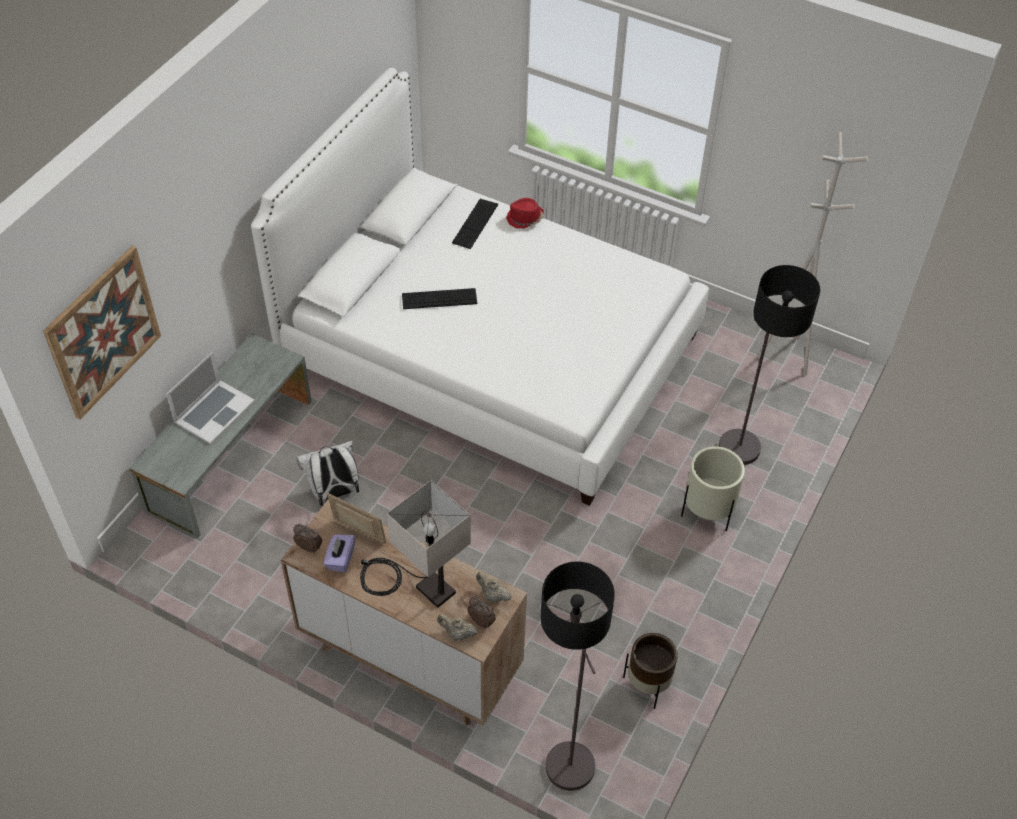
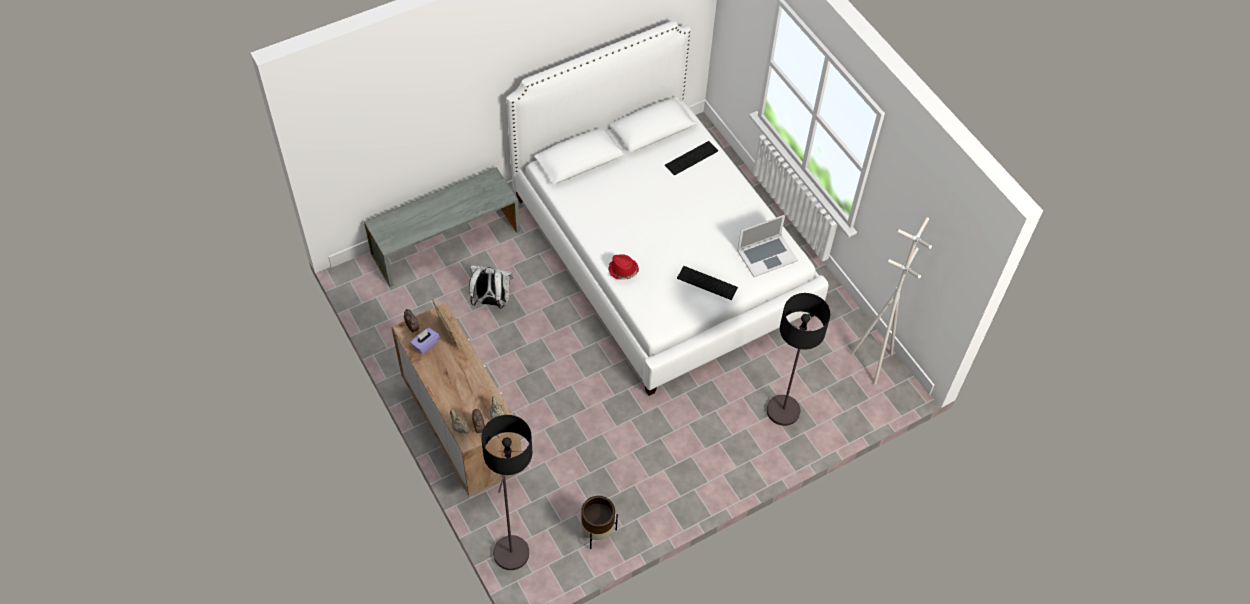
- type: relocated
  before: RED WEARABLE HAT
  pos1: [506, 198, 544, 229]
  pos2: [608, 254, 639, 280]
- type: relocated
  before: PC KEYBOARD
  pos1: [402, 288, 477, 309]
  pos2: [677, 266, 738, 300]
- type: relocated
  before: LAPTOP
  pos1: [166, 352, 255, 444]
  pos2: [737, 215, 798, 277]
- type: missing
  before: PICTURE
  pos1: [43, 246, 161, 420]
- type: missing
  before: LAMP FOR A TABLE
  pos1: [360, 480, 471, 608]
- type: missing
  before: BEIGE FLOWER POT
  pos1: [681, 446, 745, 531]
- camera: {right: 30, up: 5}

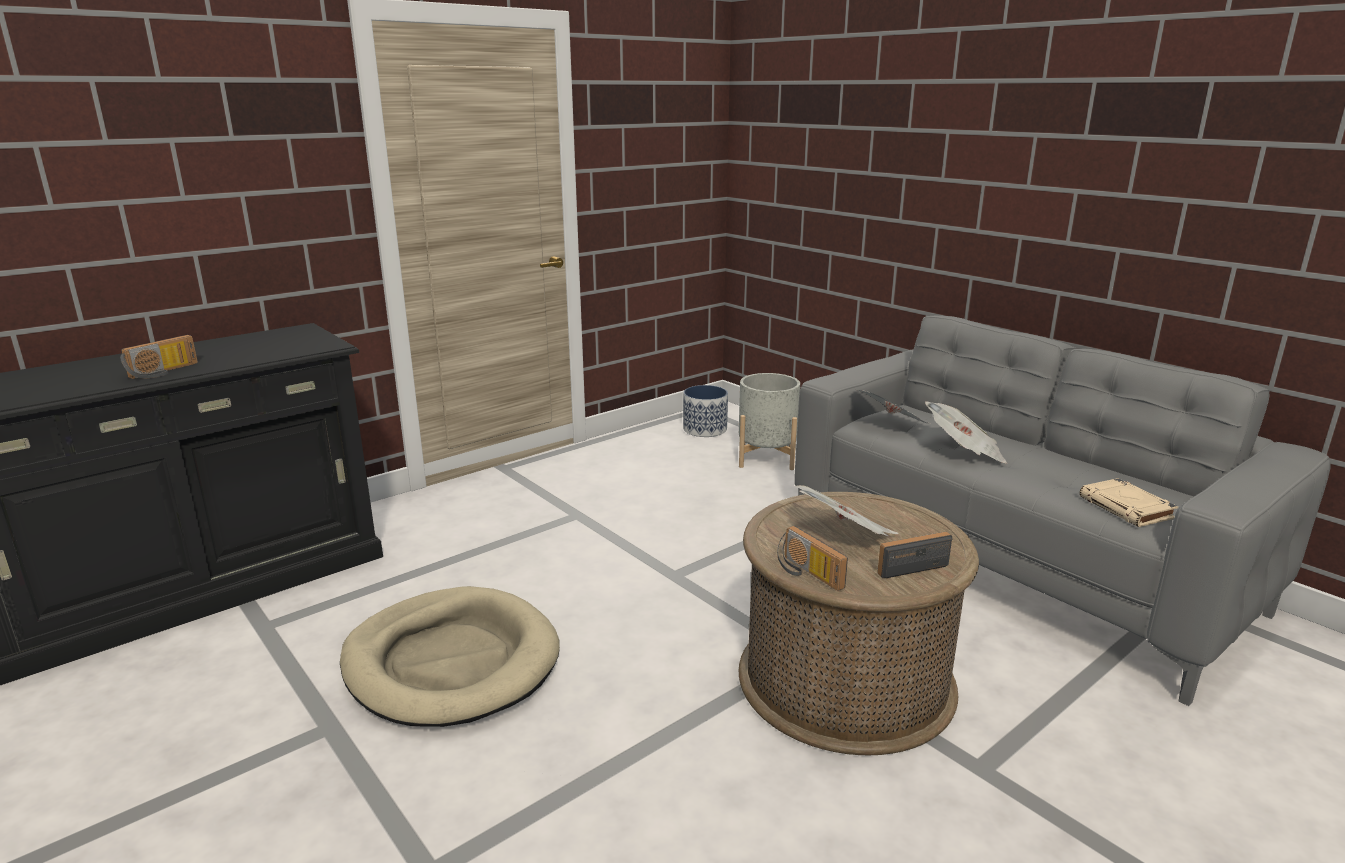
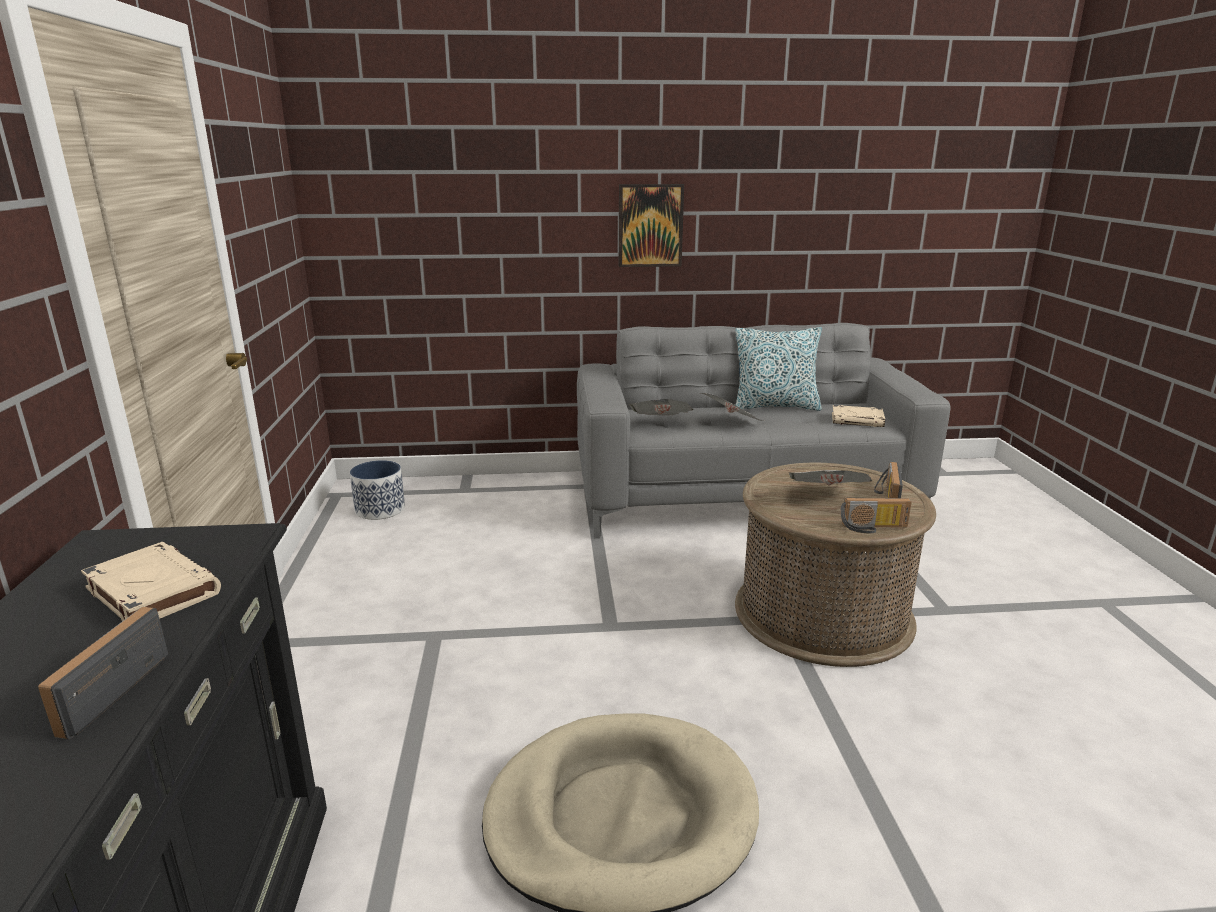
- type: spun
  before: RADIO RECEIVER
  pos1: [120, 335, 198, 379]
  pos2: [38, 607, 168, 739]
  turn: -150
- type: appeared
  after: BEIGE BOOK
  pos2: [81, 542, 221, 621]
- type: appeared
  after: PICTURE
  pos2: [619, 184, 684, 267]
- type: appeared
  after: PILLOW
  pos2: [735, 327, 822, 411]
- type: missing
  before: GREY FLOWER POT
  pos1: [739, 373, 800, 470]
- camera: {right: -55, up: 0}

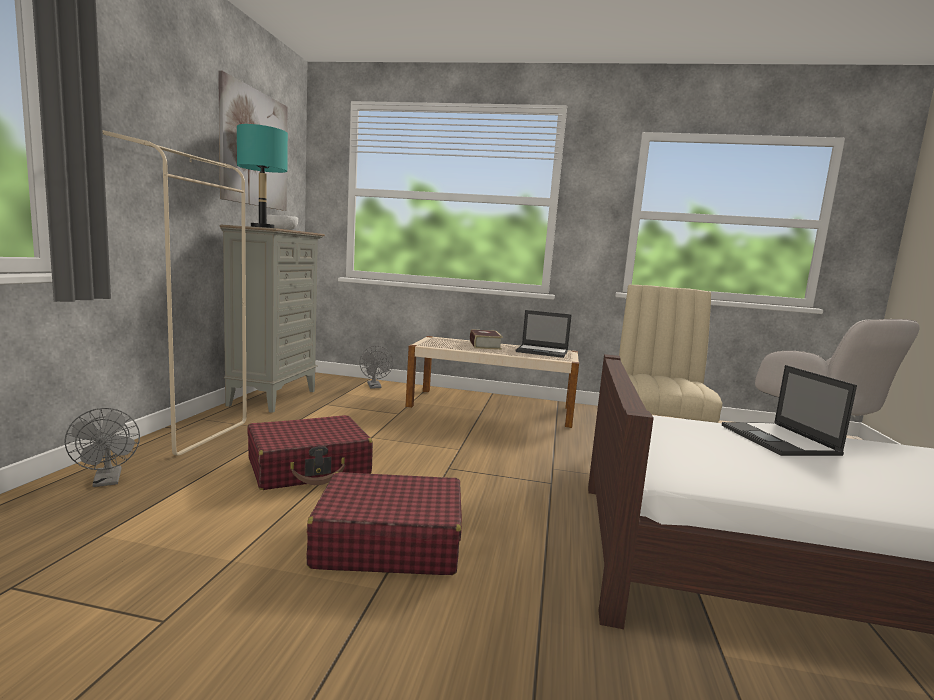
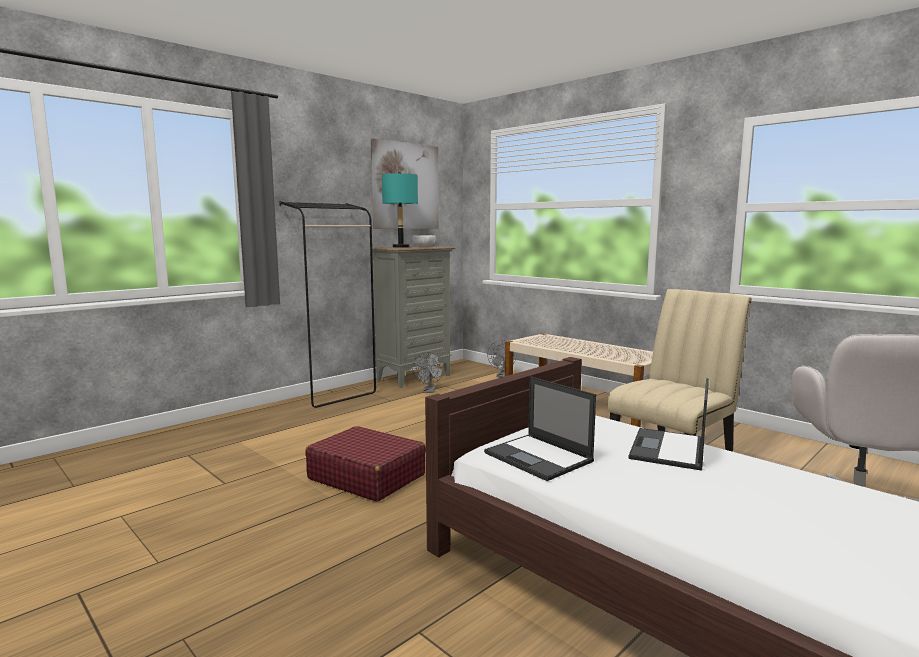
- type: colour
  before: BEIGE GARMENT STAND
  after: BLACKISH GARMENT STAND
  pos1: [102, 130, 247, 456]
  pos2: [279, 201, 376, 408]
- type: relocated
  before: GREY FAN
  pos1: [64, 408, 140, 487]
  pos2: [412, 352, 444, 393]
- type: relocated
  before: LAPTOP
  pos1: [516, 310, 572, 358]
  pos2: [484, 376, 596, 481]
- type: missing
  before: RED PIECE OF LUGGAGE
  pos1: [247, 415, 373, 490]
- type: missing
  before: BOOK
  pos1: [470, 329, 503, 350]
- camera: {right: 35, up: 0}

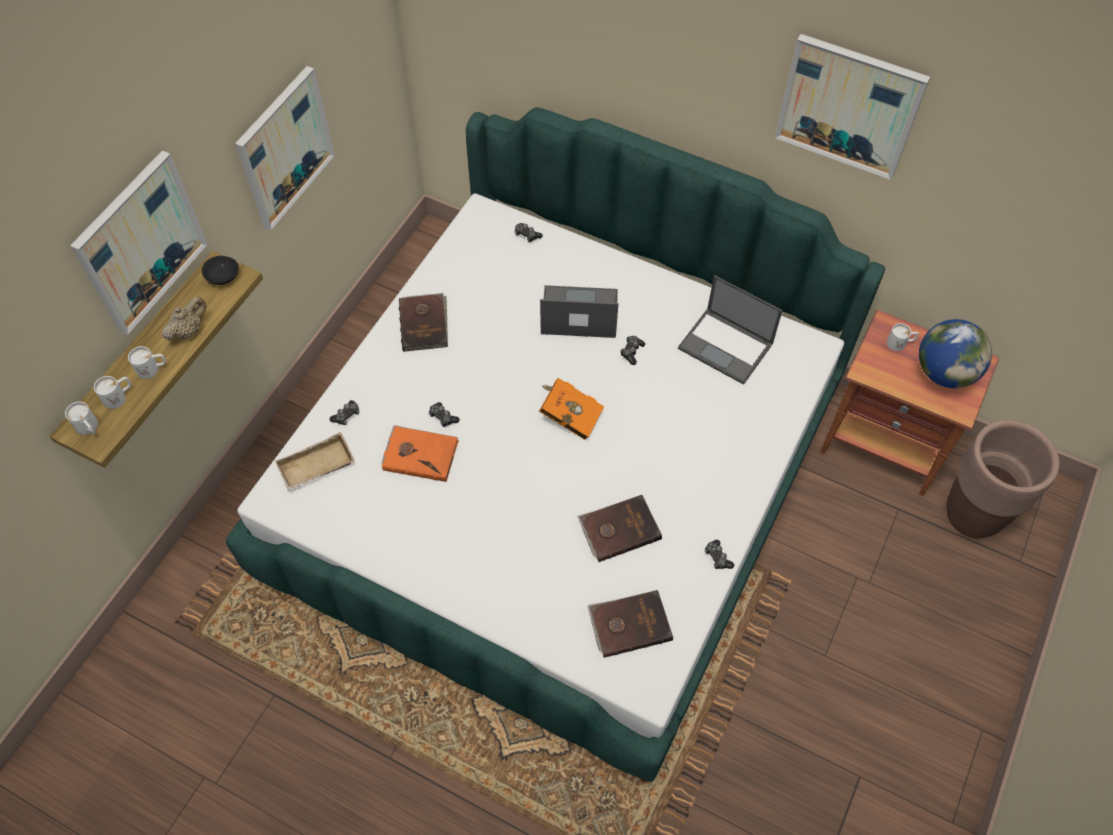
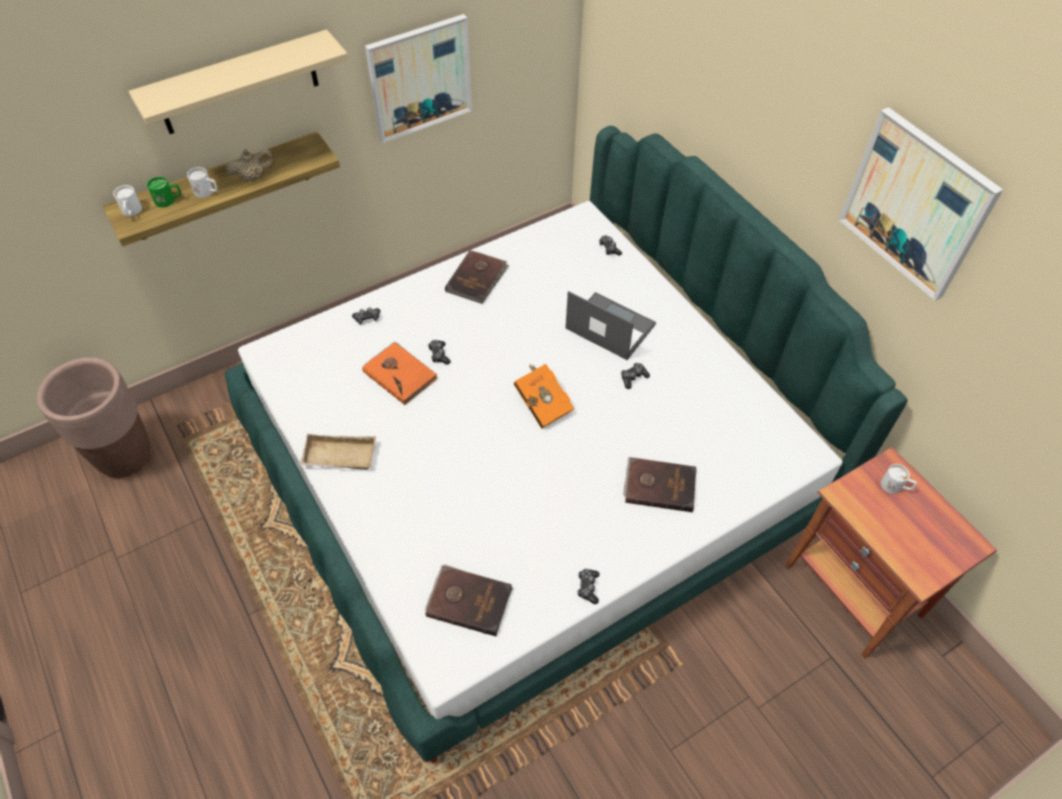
- type: relocated
  before: BROWN-COLOURED FLOWER POT
  pos1: [946, 420, 1060, 539]
  pos2: [37, 357, 151, 478]
- type: exchanged
  before: PICTURE
  after: BEIGE WALL SHELF
  pos1: [70, 150, 208, 335]
  pos2: [128, 29, 348, 134]
- type: colour
  before: WHITE TEA MUG
  after: GREEN-COLOURED TEA MUG
  pos1: [94, 376, 131, 409]
  pos2: [147, 177, 181, 208]
- type: relocated
  before: BEIGE SERVING TRAY
  pos1: [275, 432, 355, 491]
  pos2: [300, 434, 376, 469]
- type: relocated
  before: BROWN-COLOURED BOOK
  pos1: [578, 495, 662, 562]
  pos2: [623, 457, 696, 512]
- type: missing
  before: BLACKISH DEEP DISH
  pos1: [202, 256, 239, 285]
- type: missing
  before: LAPTOP
  pos1: [678, 275, 783, 385]
- type: missing
  before: DESK GLOBE
  pos1: [919, 319, 992, 388]
- camera: {right: 30, up: -5}

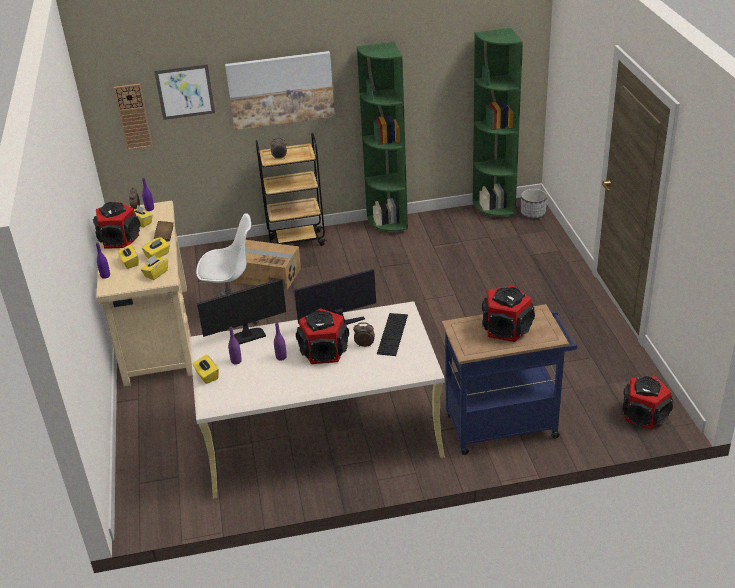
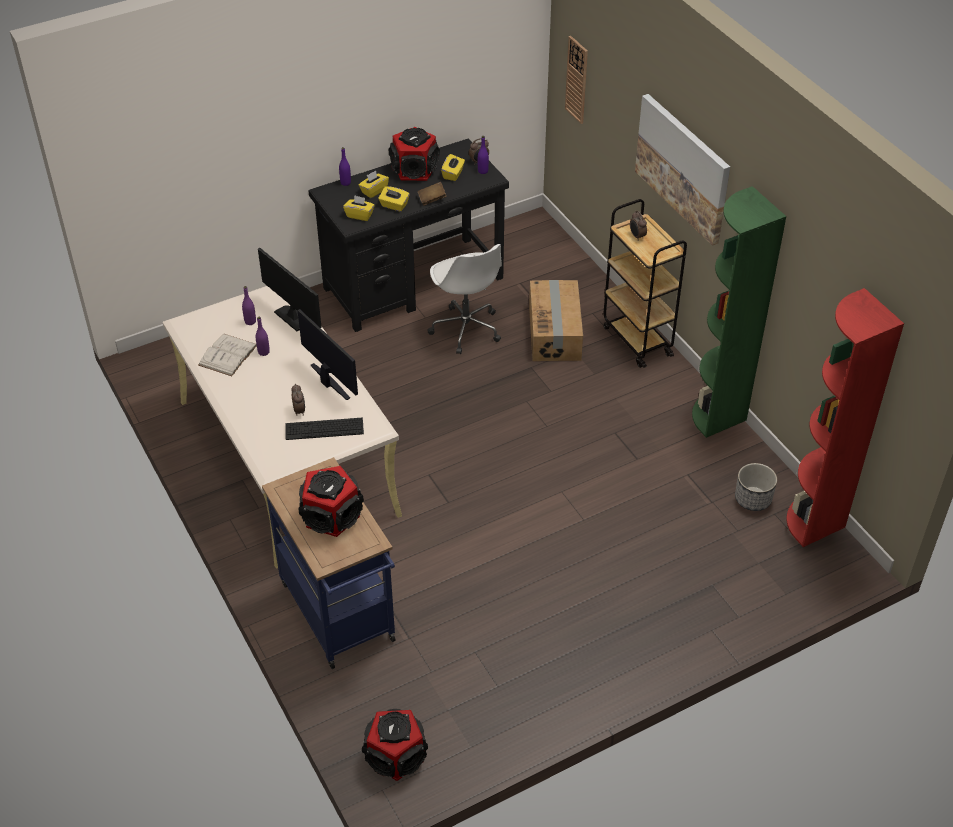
- type: appeared
  after: WHITE BOOK
  pos2: [198, 334, 257, 376]
- type: colour
  before: BEIGE DESK UNIT
  after: BLACKISH DESK UNIT
  pos1: [96, 201, 193, 387]
  pos2: [308, 138, 509, 332]
- type: relocated
  before: FLOWER POT
  pos1: [521, 189, 547, 219]
  pos2: [735, 463, 777, 511]
- type: colour
  before: GREEN-COLOURED SHELVING UNIT
  after: RED SHELVING UNIT
  pos1: [473, 28, 523, 217]
  pos2: [787, 288, 904, 547]
- type: missing
  before: PICTURE
  pos1: [154, 64, 215, 120]
- type: missing
  before: YELLOW TISSUE BOX
  pos1: [192, 355, 219, 384]
- type: missing
  before: AUDIO SPEAKER
  pos1: [296, 308, 349, 364]
- camera: {right: 70, up: 10}

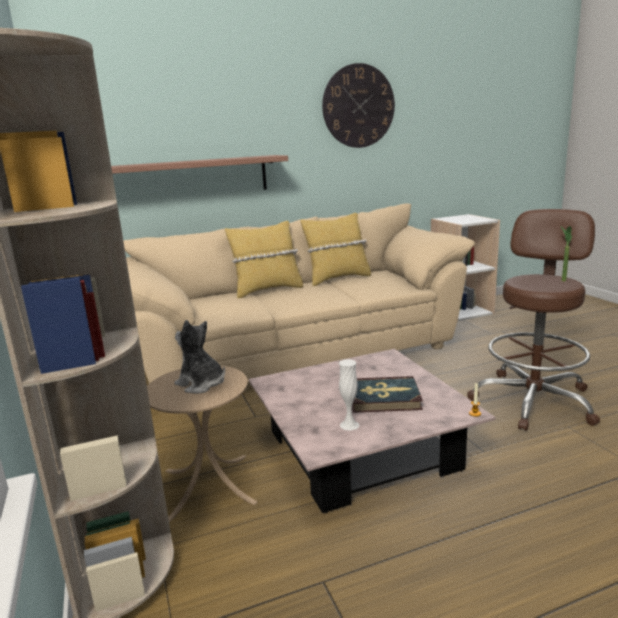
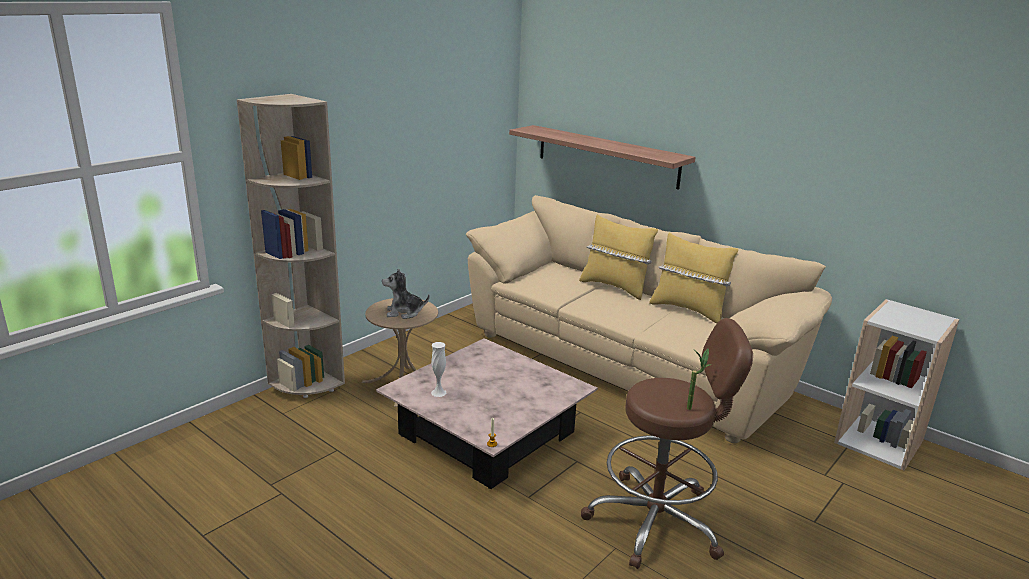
- type: spun
  before: PLUSH TOY
  pos1: [174, 320, 225, 394]
  pos2: [382, 268, 429, 319]
  turn: -105
- type: missing
  before: WALL CLOCK
  pos1: [322, 63, 395, 148]
- type: missing
  before: BOOK
  pos1: [352, 376, 423, 413]
- camera: {right: 60, up: 5}

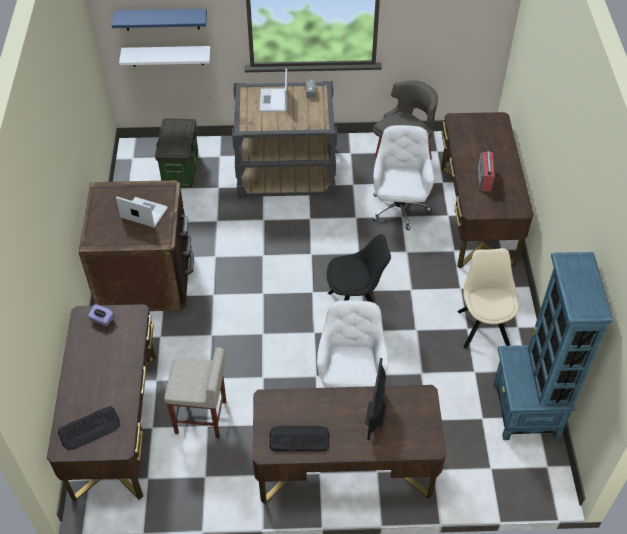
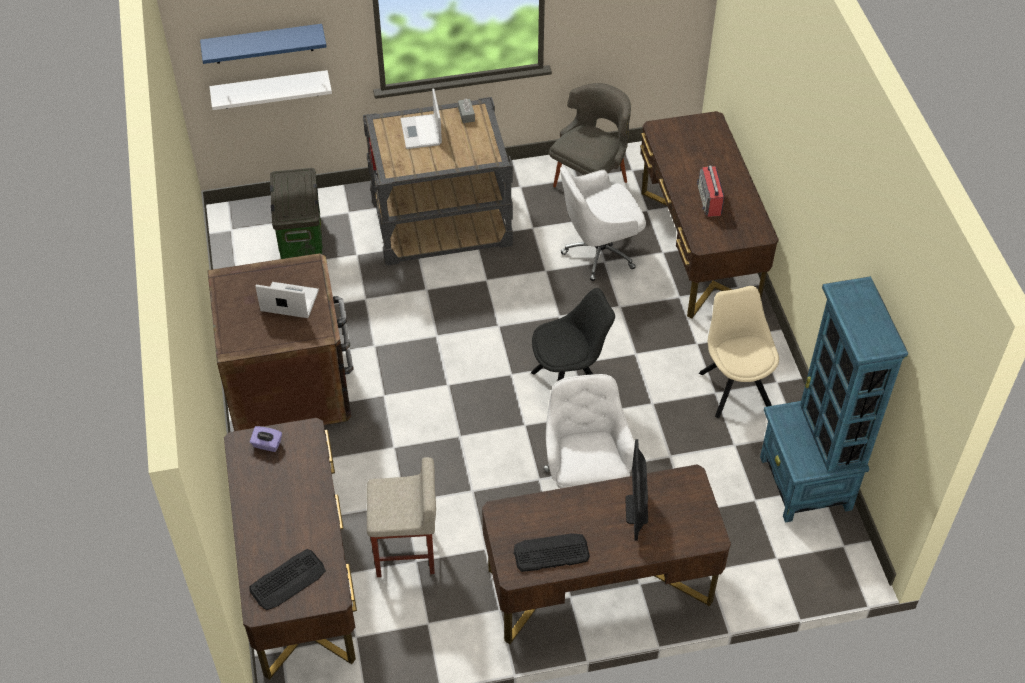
- type: spun
  before: WHITE DESK CHAIR
  pos1: [373, 125, 434, 230]
  pos2: [560, 166, 646, 281]
  turn: -105
- camera: {right: -10, up: 0}

